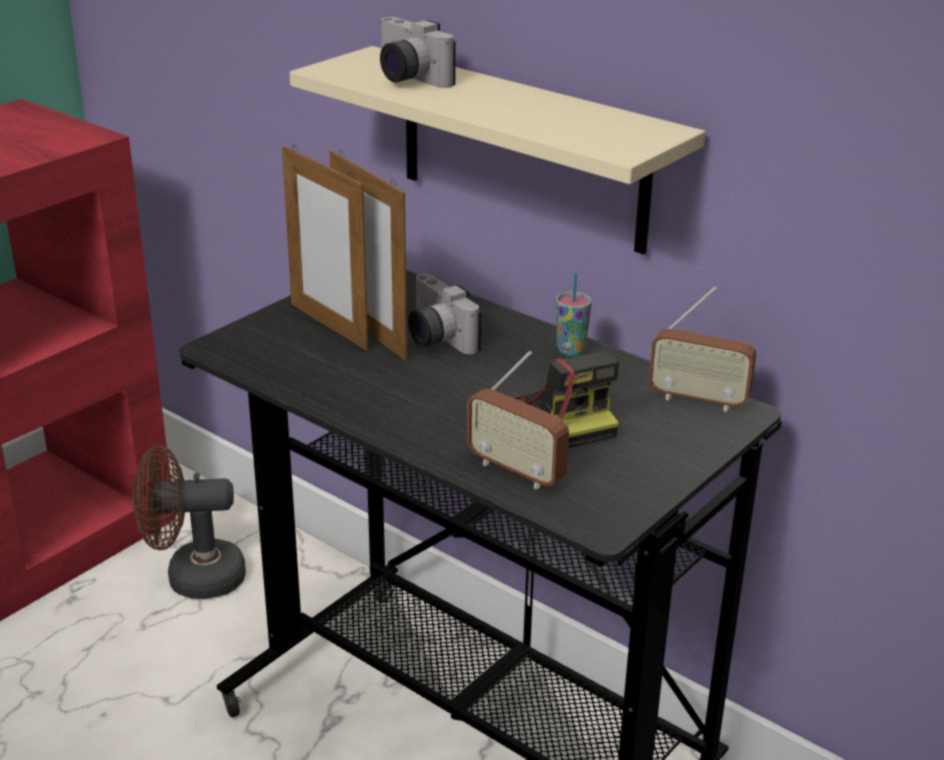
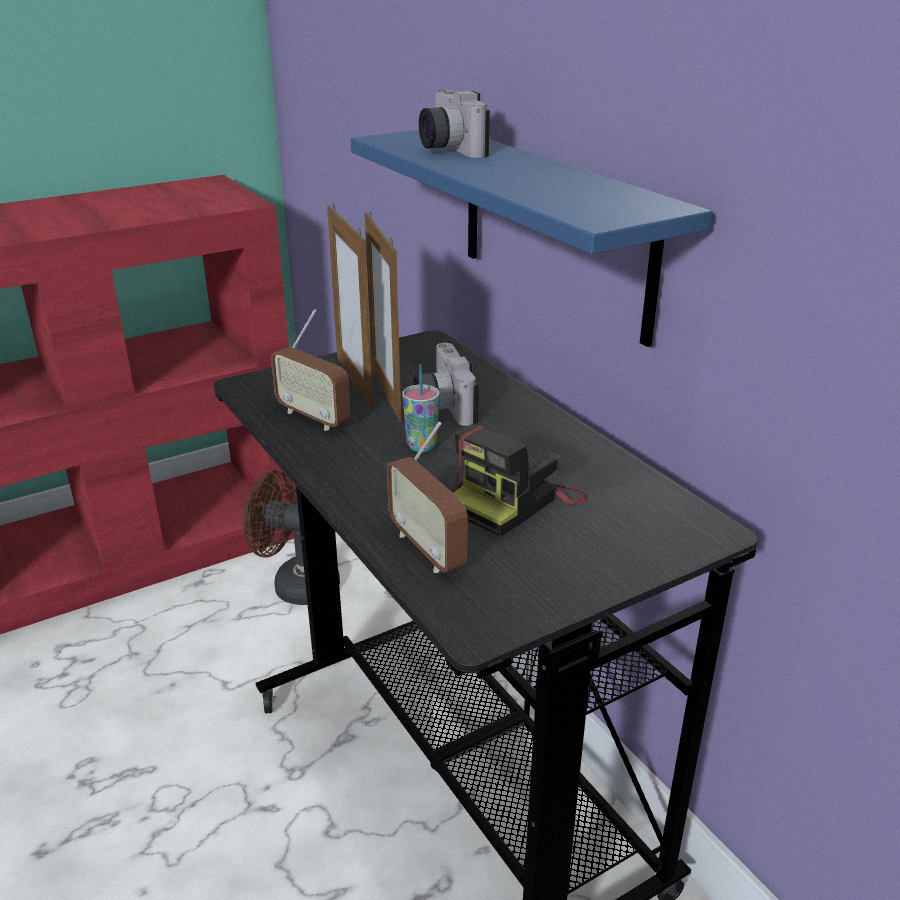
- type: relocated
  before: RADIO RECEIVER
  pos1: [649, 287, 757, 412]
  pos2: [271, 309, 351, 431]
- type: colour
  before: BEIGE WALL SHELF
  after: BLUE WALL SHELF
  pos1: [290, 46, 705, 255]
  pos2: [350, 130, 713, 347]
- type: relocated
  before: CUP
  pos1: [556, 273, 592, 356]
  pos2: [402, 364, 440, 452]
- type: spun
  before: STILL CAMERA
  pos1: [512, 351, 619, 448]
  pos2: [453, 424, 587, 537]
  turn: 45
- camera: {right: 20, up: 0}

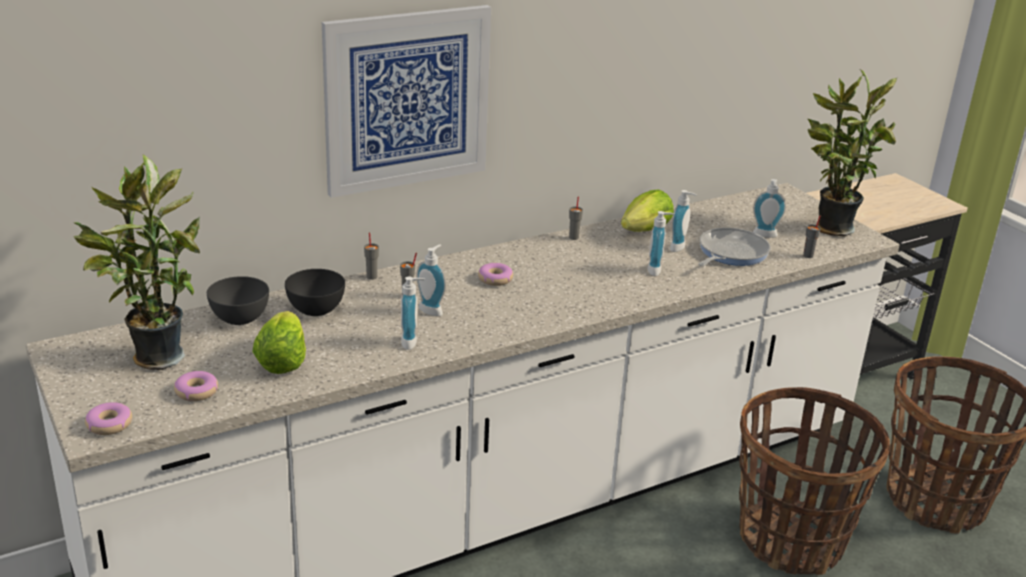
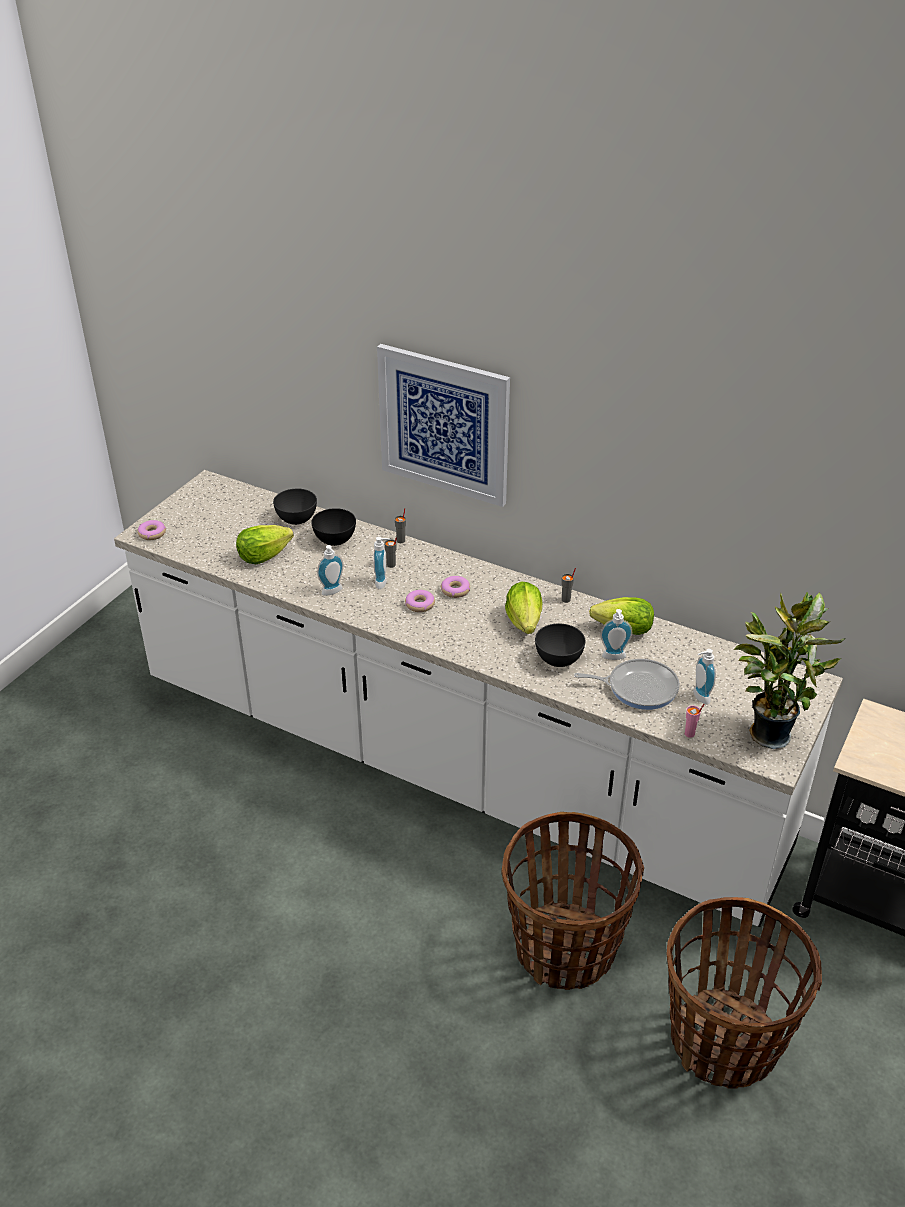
- type: relocated
  before: DONUT
  pos1: [174, 371, 218, 401]
  pos2: [405, 590, 435, 612]
- type: appeared
  after: LETTUCE
  pos2: [505, 581, 542, 634]
- type: exchanged
  before: SOAP BOTTLE
  after: GREY DEEP DISH
  pos1: [648, 211, 675, 276]
  pos2: [535, 623, 585, 667]
- type: colour
  before: GREY CUP
  after: PINK-COLOURED CUP
  pos1: [803, 215, 821, 258]
  pos2: [685, 704, 704, 738]
- type: missing
  before: POTTED PLANT
  pos1: [73, 155, 200, 370]
- camera: {right: 60, up: 10}

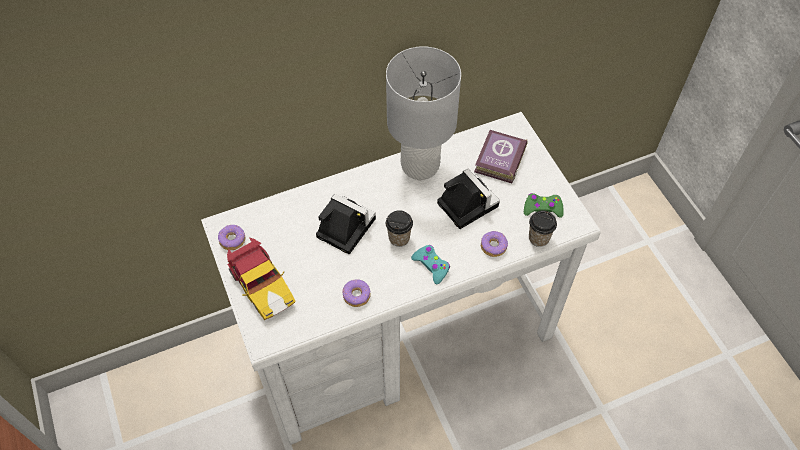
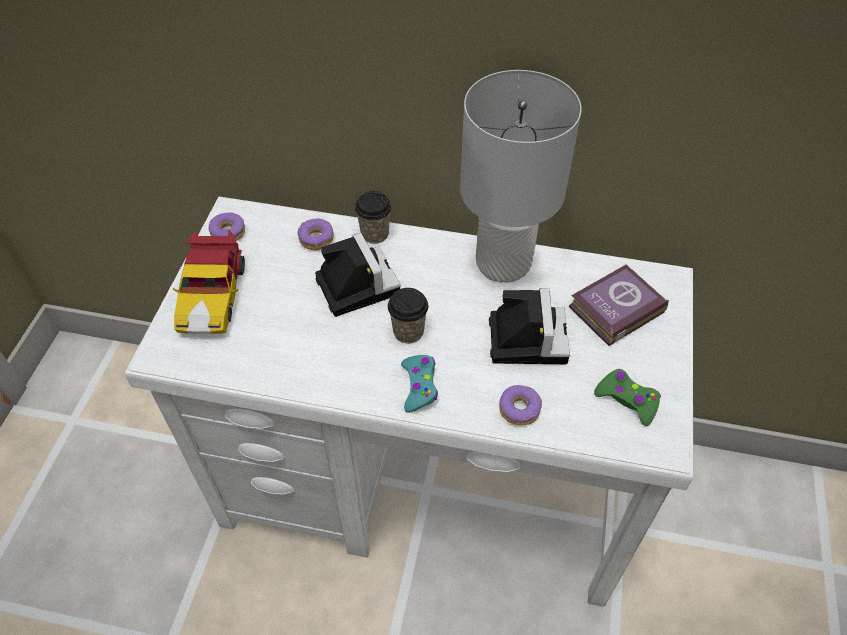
- type: relocated
  before: DONUT
  pos1: [342, 279, 371, 307]
  pos2: [297, 218, 334, 250]
- type: relocated
  before: CUP
  pos1: [529, 210, 557, 247]
  pos2: [355, 191, 392, 244]
- camera: {right: 35, up: -5}

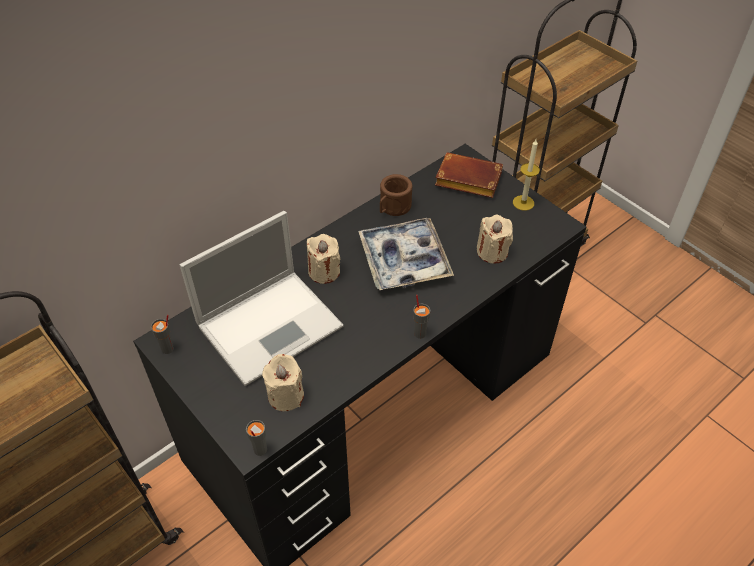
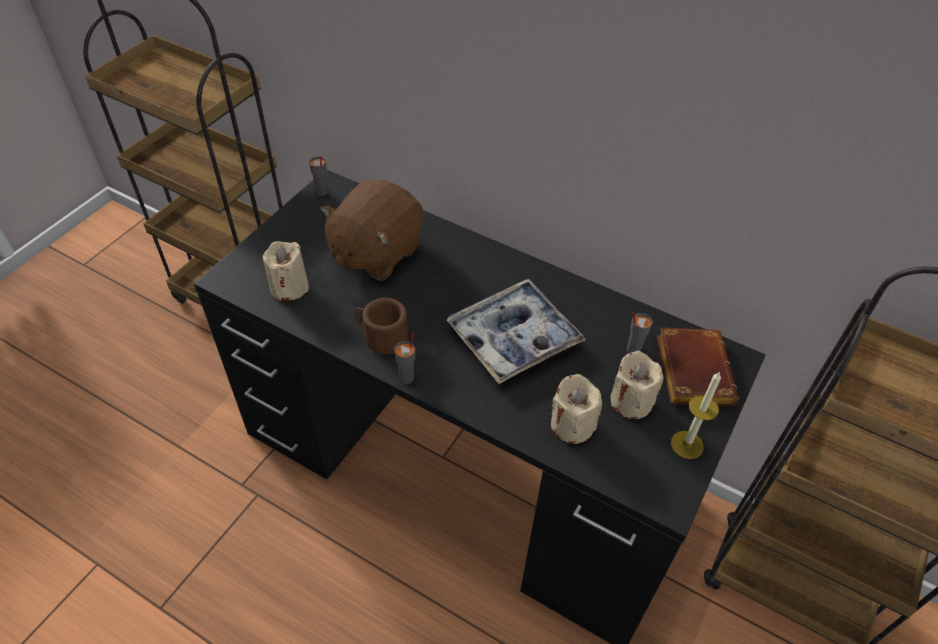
- type: exchanged
  before: LAPTOP
  after: BROWN-COLOURED PLUSH TOY
  pos1: [179, 211, 343, 386]
  pos2: [320, 180, 424, 281]
- type: relocated
  before: BROWN-COLOURED TEA MUG
  pos1: [380, 174, 412, 216]
  pos2: [356, 298, 408, 354]
- type: relocated
  before: BEIGE CANDLE
  pos1: [307, 234, 340, 284]
  pos2: [610, 351, 664, 419]
- type: relocated
  before: GREY CUP
  pos1: [246, 420, 267, 456]
  pos2: [627, 312, 652, 353]
- camera: {right: 70, up: 0}

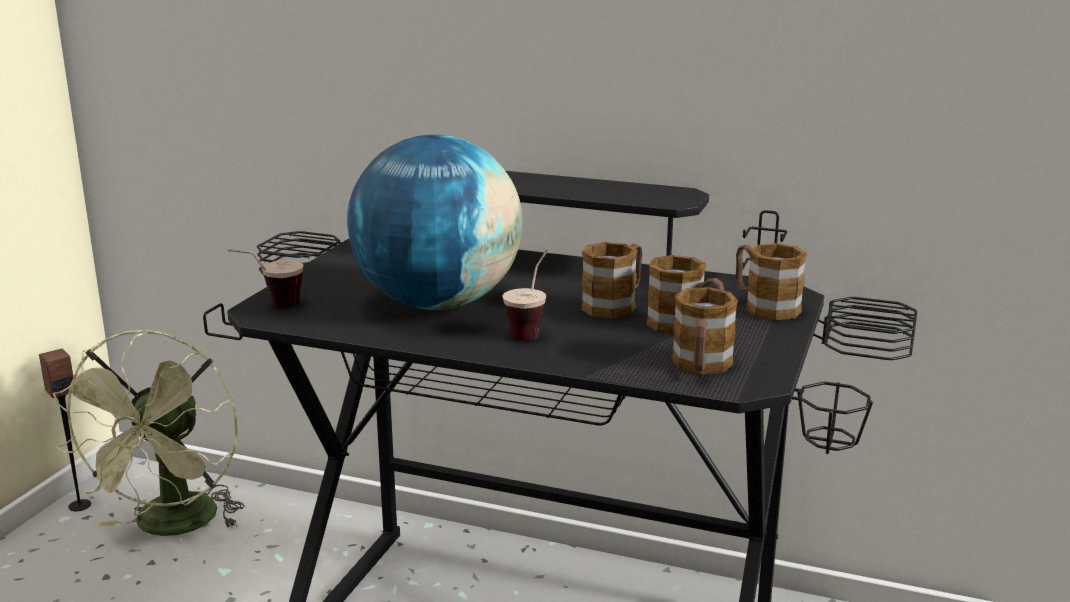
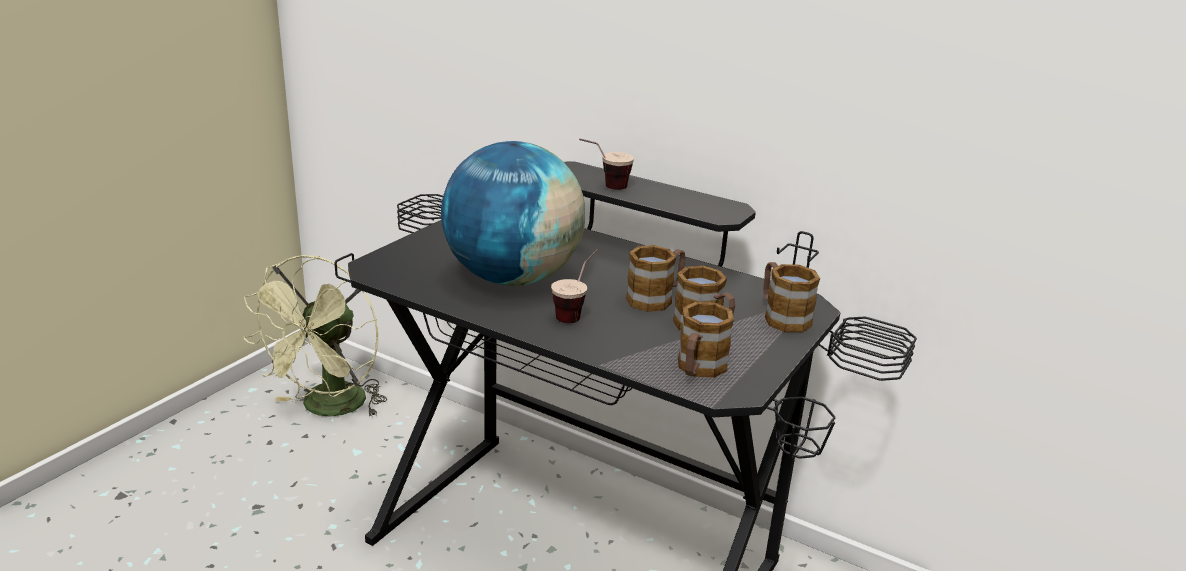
- type: relocated
  before: CUP
  pos1: [227, 249, 303, 308]
  pos2: [579, 138, 634, 190]
- type: missing
  before: AUDIO SPEAKER
  pos1: [39, 349, 91, 511]
- camera: {right: 10, up: 5}

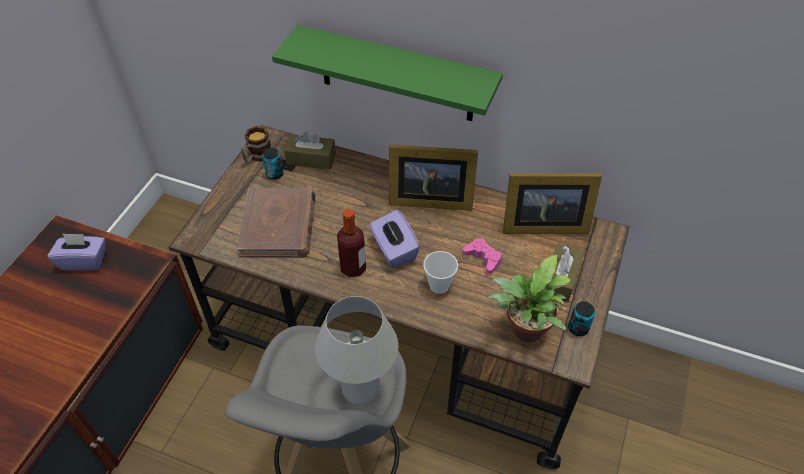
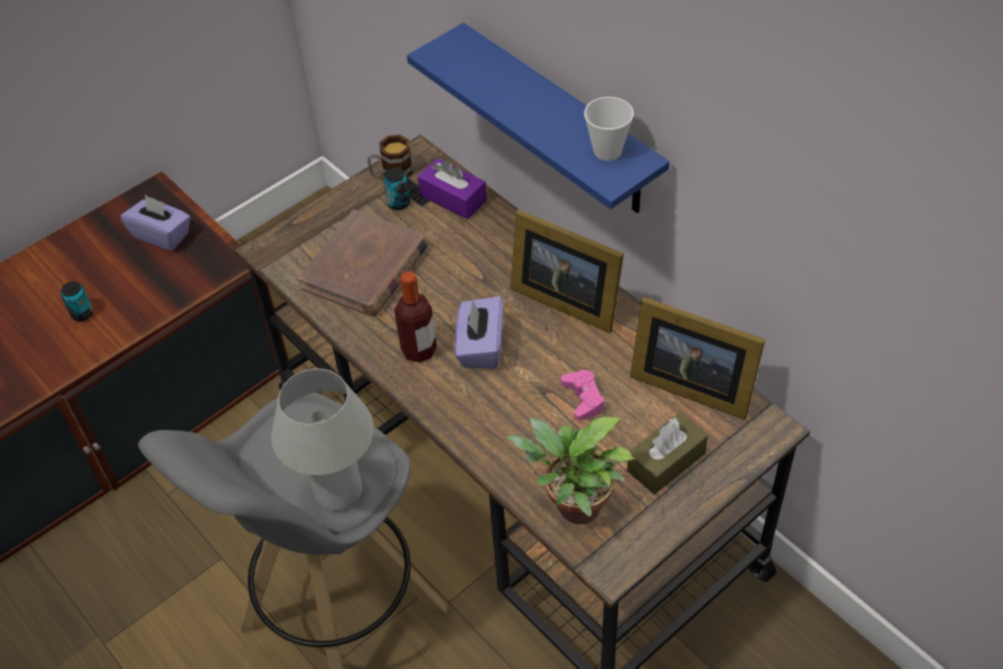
- type: relocated
  before: CAN
  pos1: [568, 301, 595, 336]
  pos2: [61, 281, 93, 321]
- type: colour
  before: GREEN-COLOURED WALL SHELF
  after: BLUE WALL SHELF
  pos1: [272, 25, 503, 121]
  pos2: [407, 23, 670, 213]
- type: colour
  before: BROWN-COLOURED TISSUE BOX
  after: PURPLE-COLOURED TISSUE BOX
  pos1: [284, 131, 336, 170]
  pos2: [417, 158, 487, 220]
- type: relocated
  before: CUP
  pos1: [423, 251, 458, 294]
  pos2: [584, 97, 634, 161]
- camera: {right: 30, up: 0}

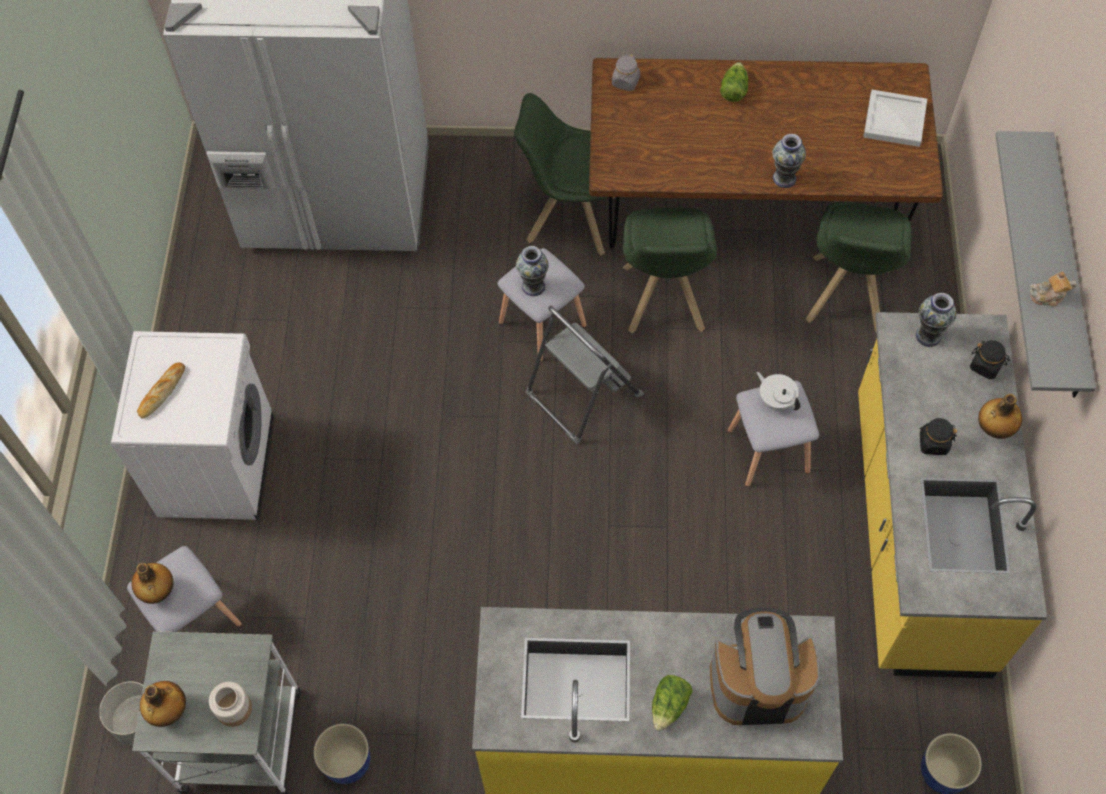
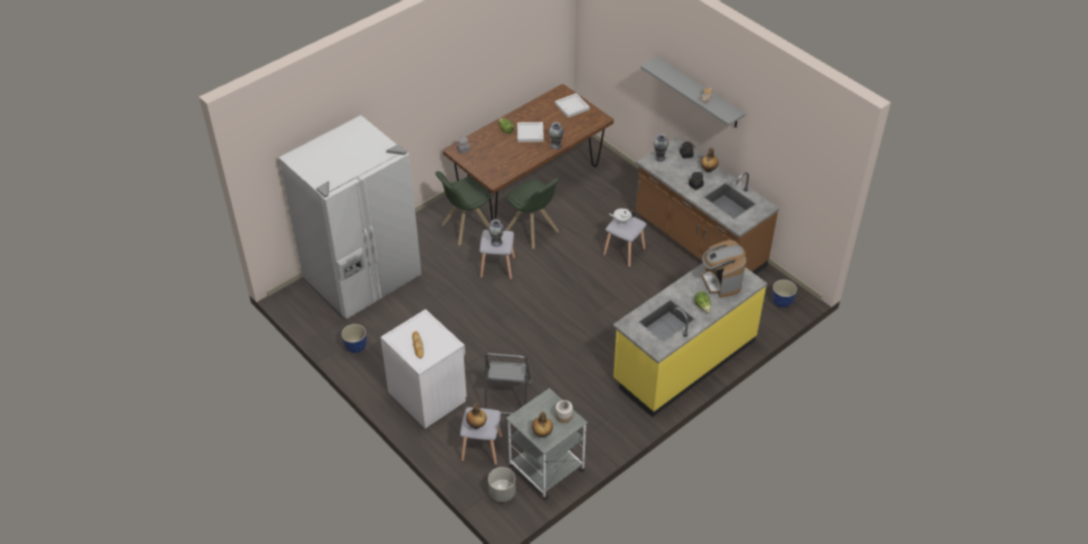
- type: relocated
  before: FLOWER POT
  pos1: [313, 723, 370, 784]
  pos2: [341, 324, 367, 353]
- type: relocated
  before: GREY STEP LADDER
  pos1: [525, 306, 644, 445]
  pos2: [484, 353, 532, 415]
- type: appeared
  after: WHITE SERVING TRAY
  pos2: [517, 122, 544, 142]
- type: colour
  before: YELLOW COUNTER
  after: BROWN-COLOURED COUNTER
  pos1: [858, 312, 1047, 678]
  pos2: [636, 138, 779, 275]
- type: spun
  before: COFFEE MACHINE
  pos1: [710, 608, 819, 725]
  pos2: [702, 240, 746, 298]
  turn: -60
- type: missing
  before: GREEN-COLOURED UPRIGHT CHAIR
  pos1: [806, 202, 911, 333]
- camera: {right: -45, up: -15}

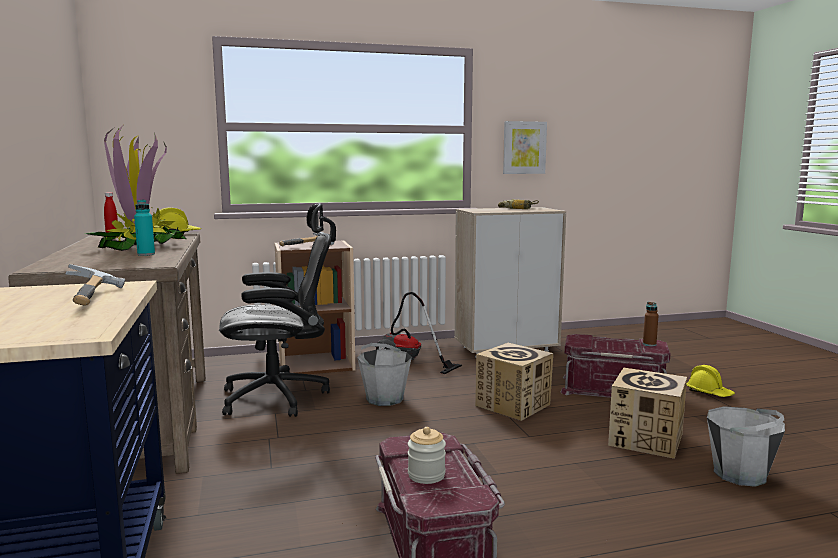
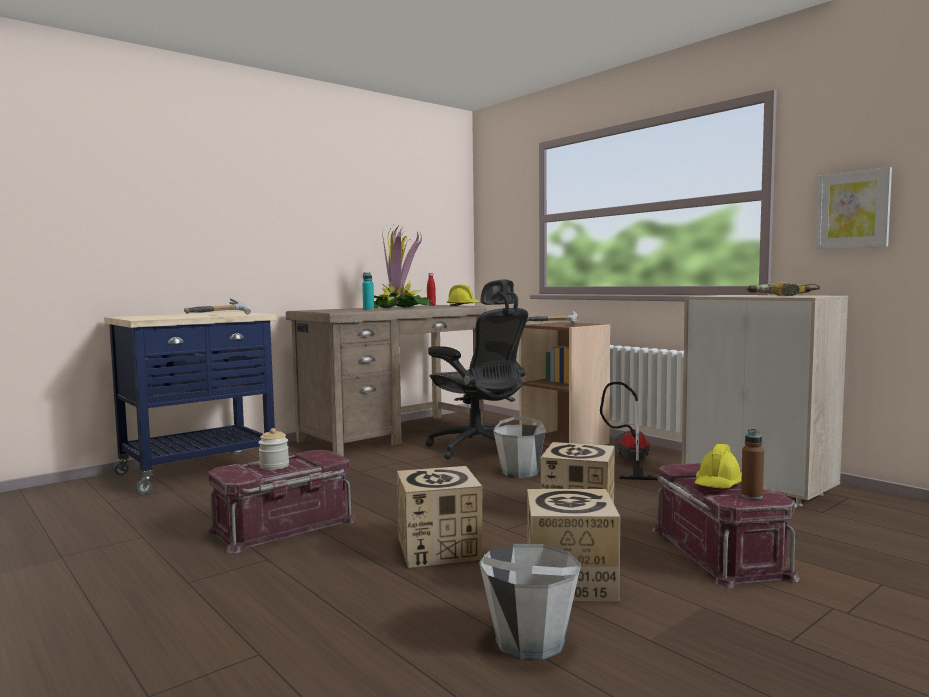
- type: appeared
  after: CARDBOARD BOX
  pos2: [397, 466, 482, 568]
- type: relocated
  before: YELLOW WORK HELMET
  pos1: [687, 365, 735, 397]
  pos2: [695, 444, 742, 489]
- camera: {right: 65, up: -5}

